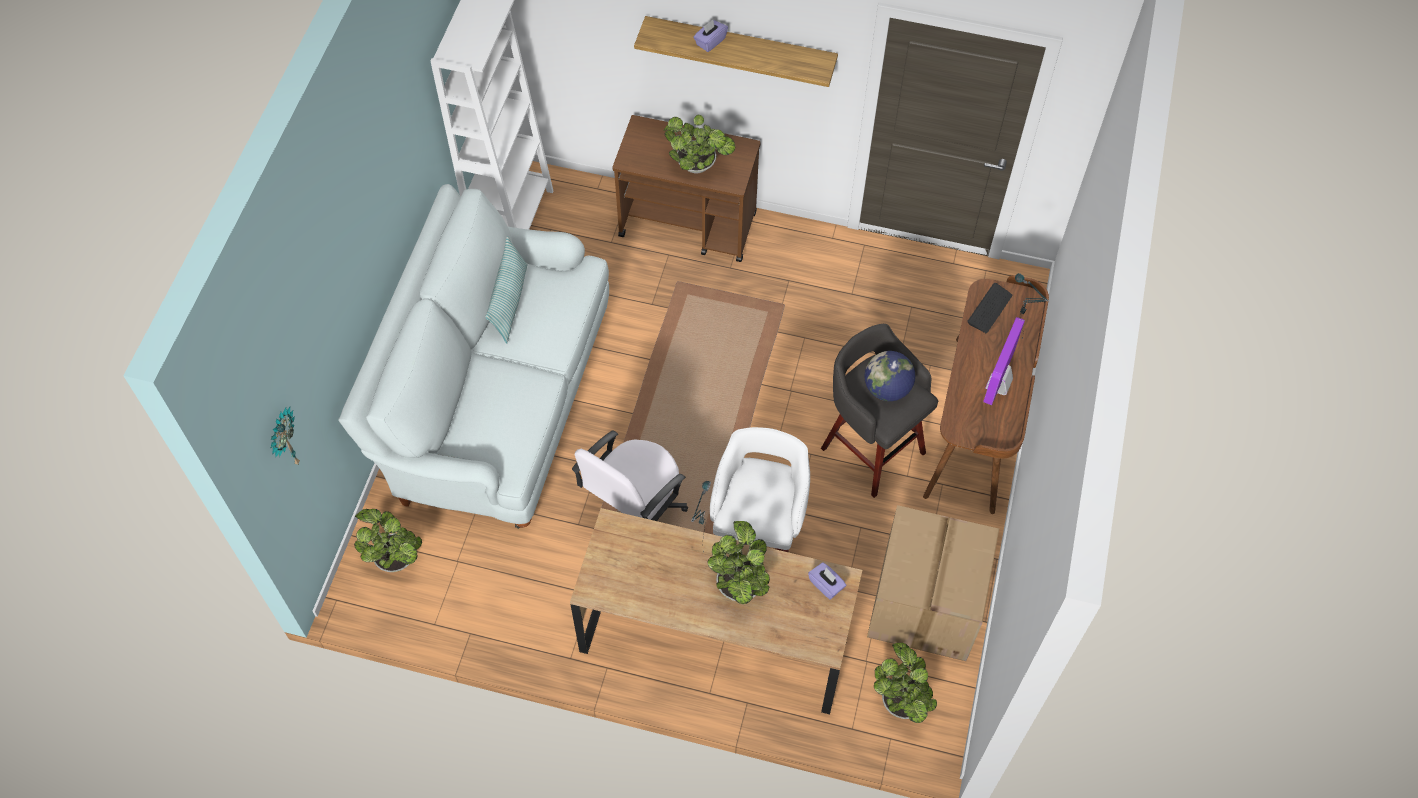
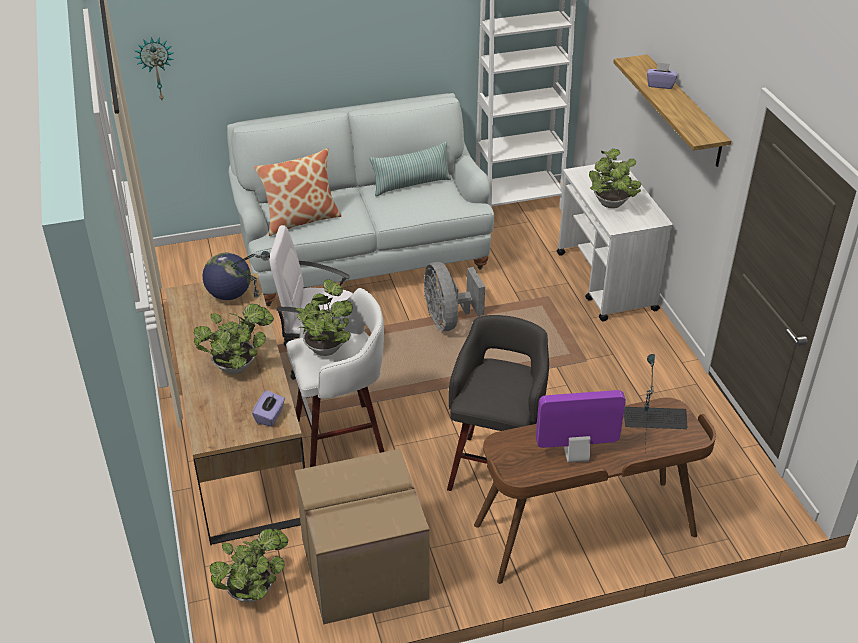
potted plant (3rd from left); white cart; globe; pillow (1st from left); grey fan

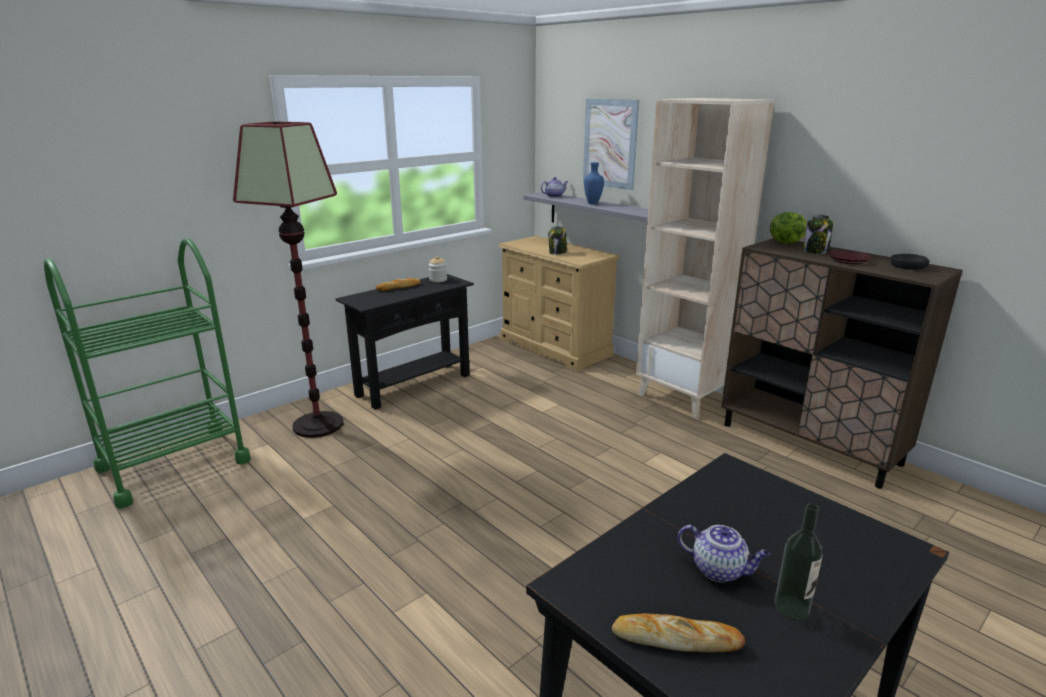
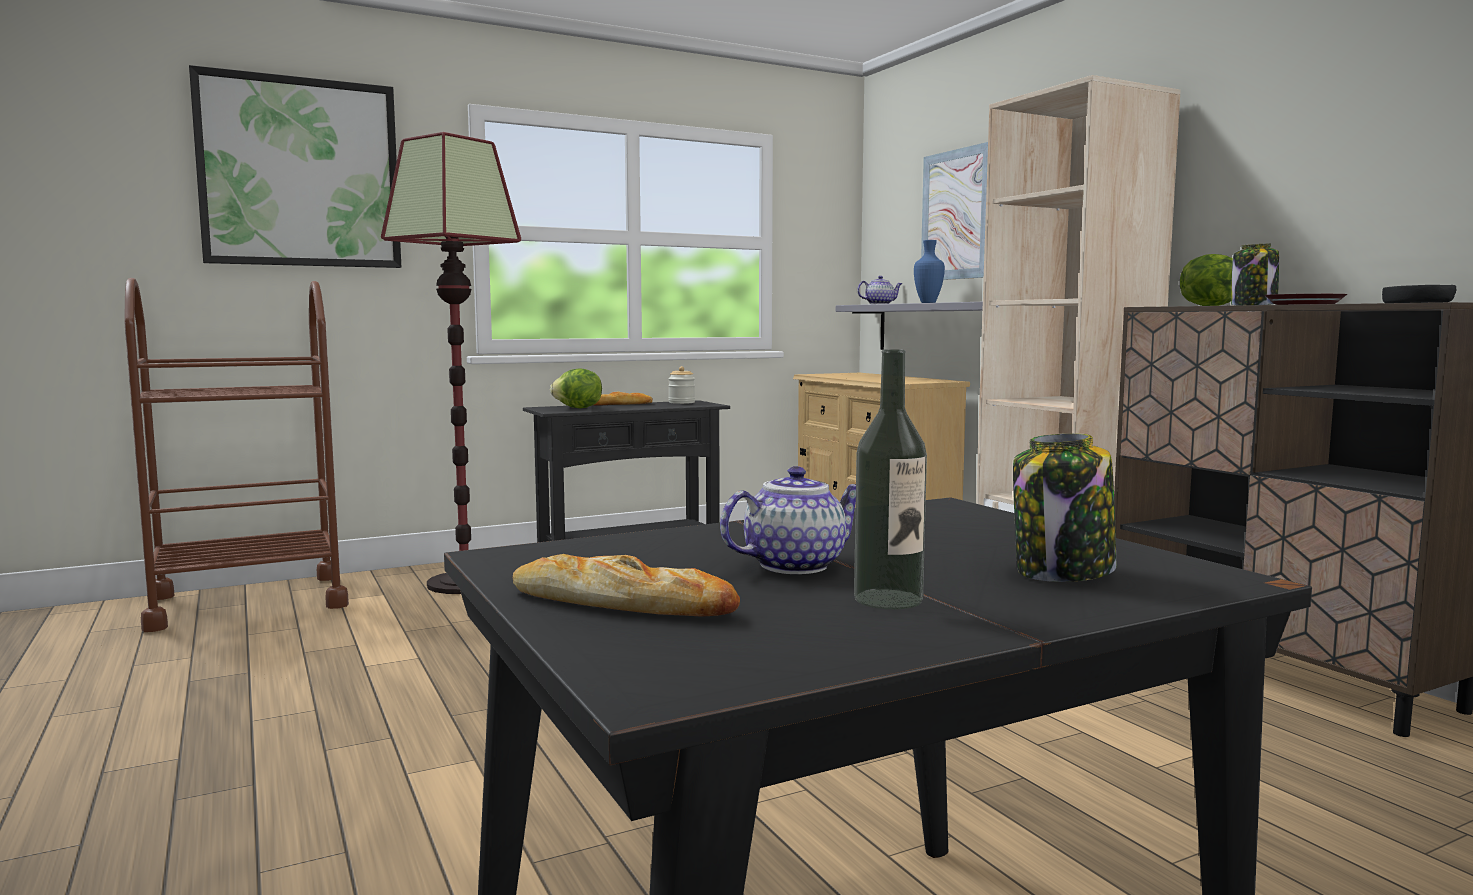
brown cart; jar (2nd from left); teapot (1st from left); picture (1st from left); lettuce (1st from left)

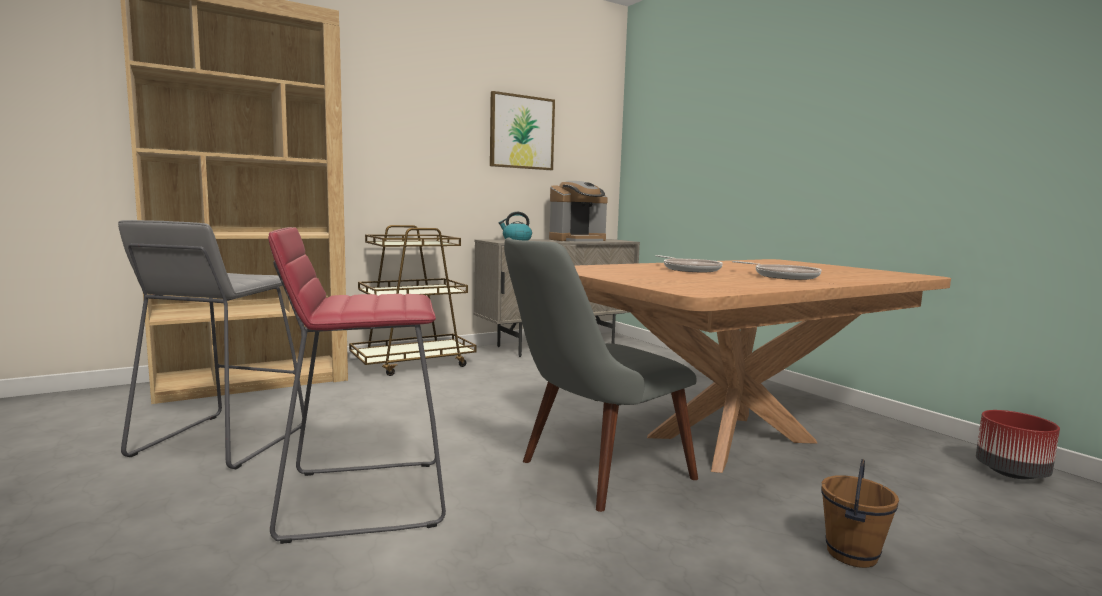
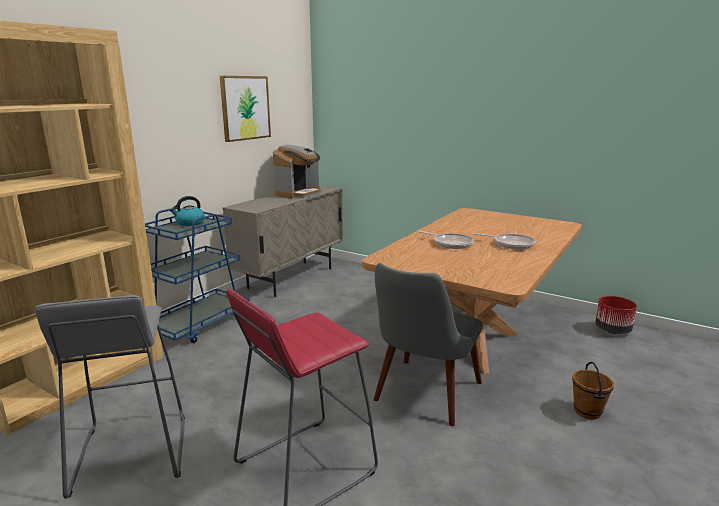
blue cart; kettle

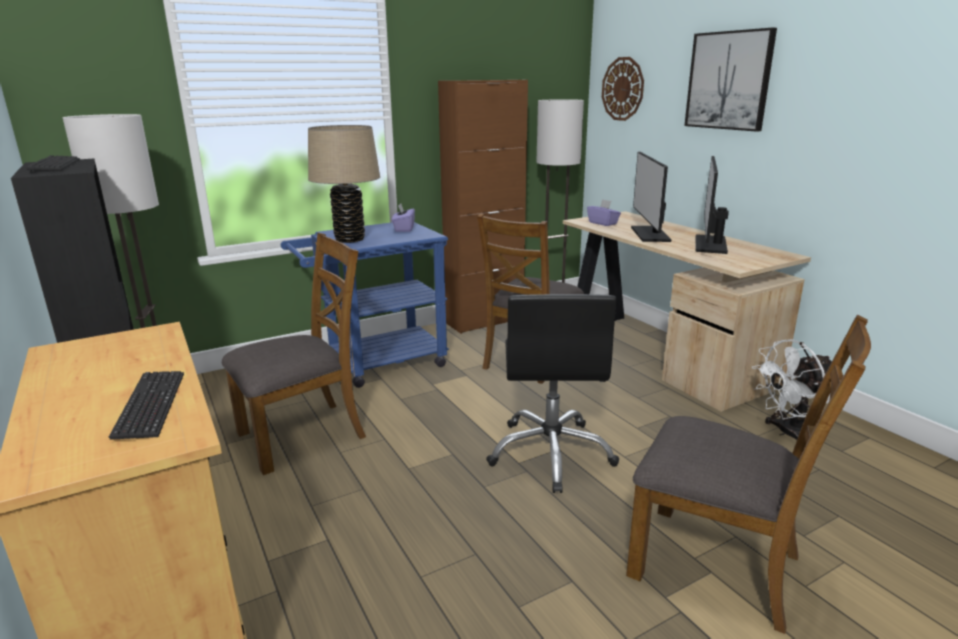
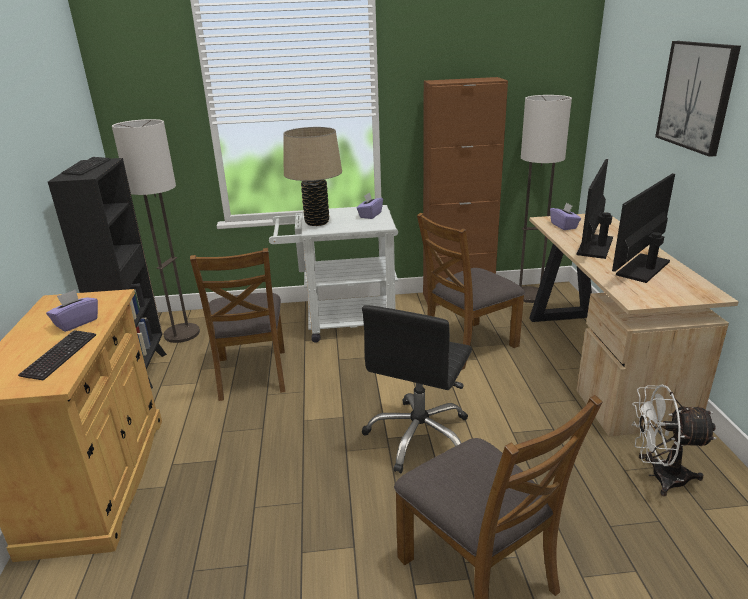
brown chair (1st from left); white cart; wall clock; purple tissue box (1st from left)

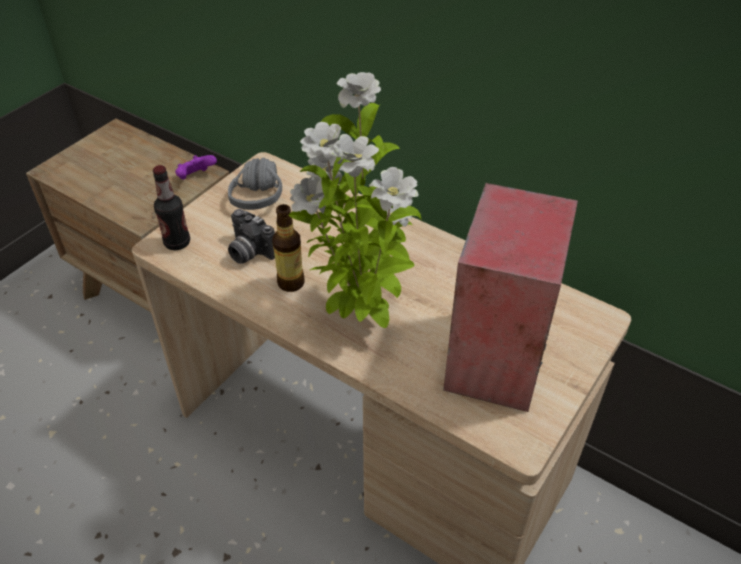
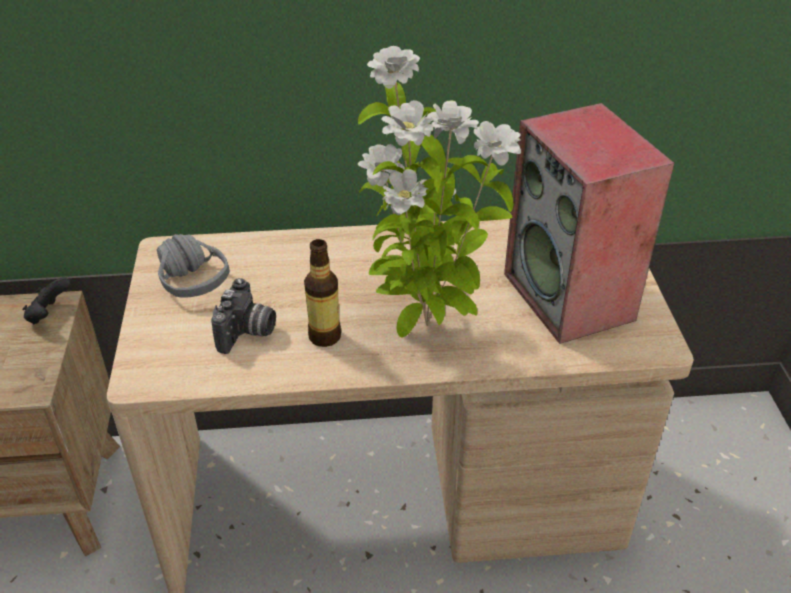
bottle (1st from left in the first image); black game controller; photo camera

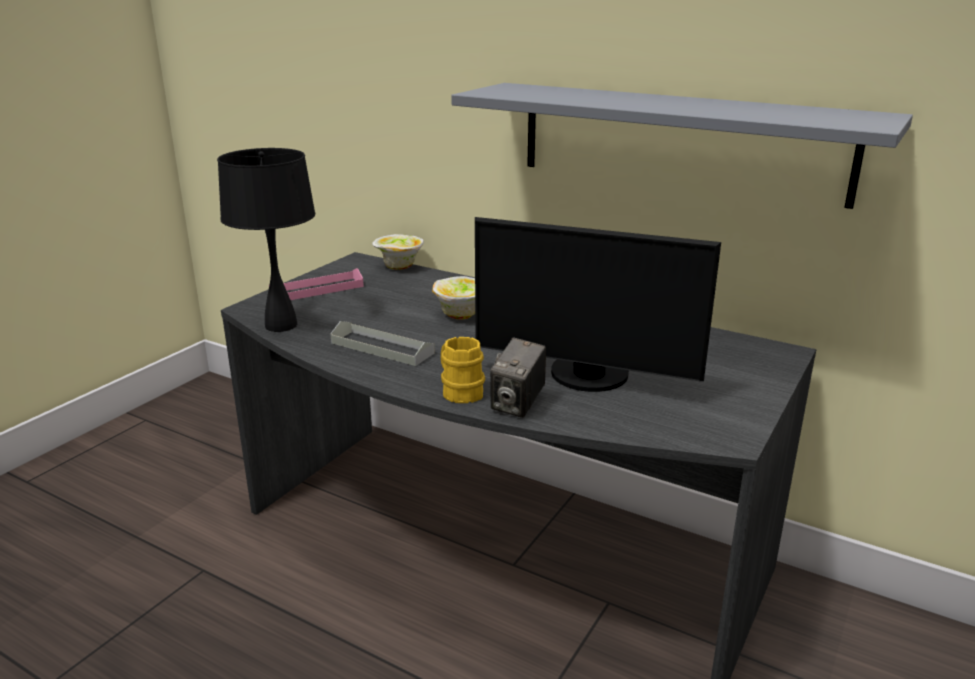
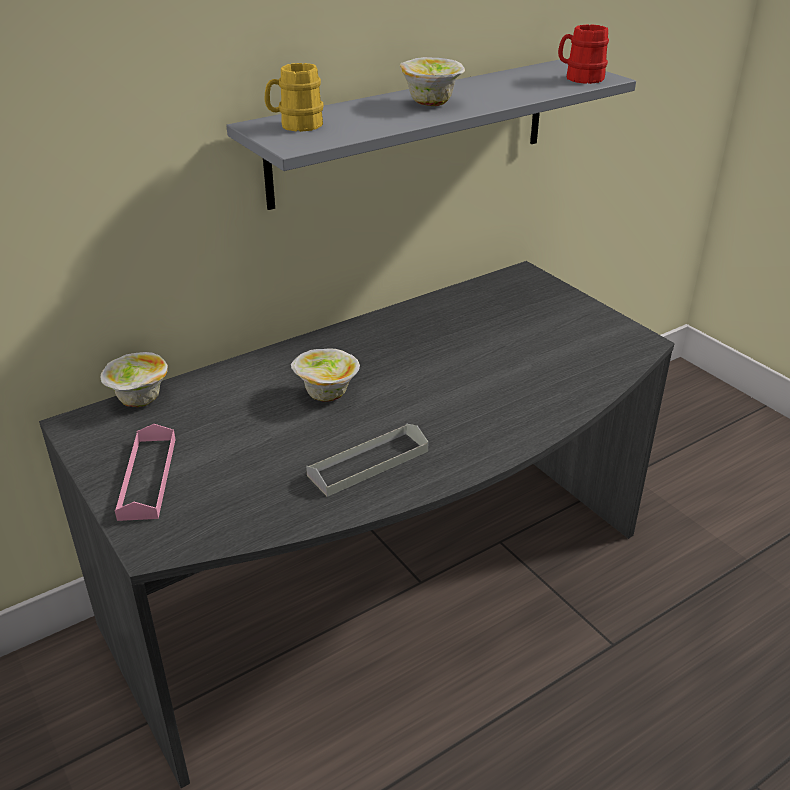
black table lamp; yellow mug; monitor; photo camera; bowl (3rd from left); red mug

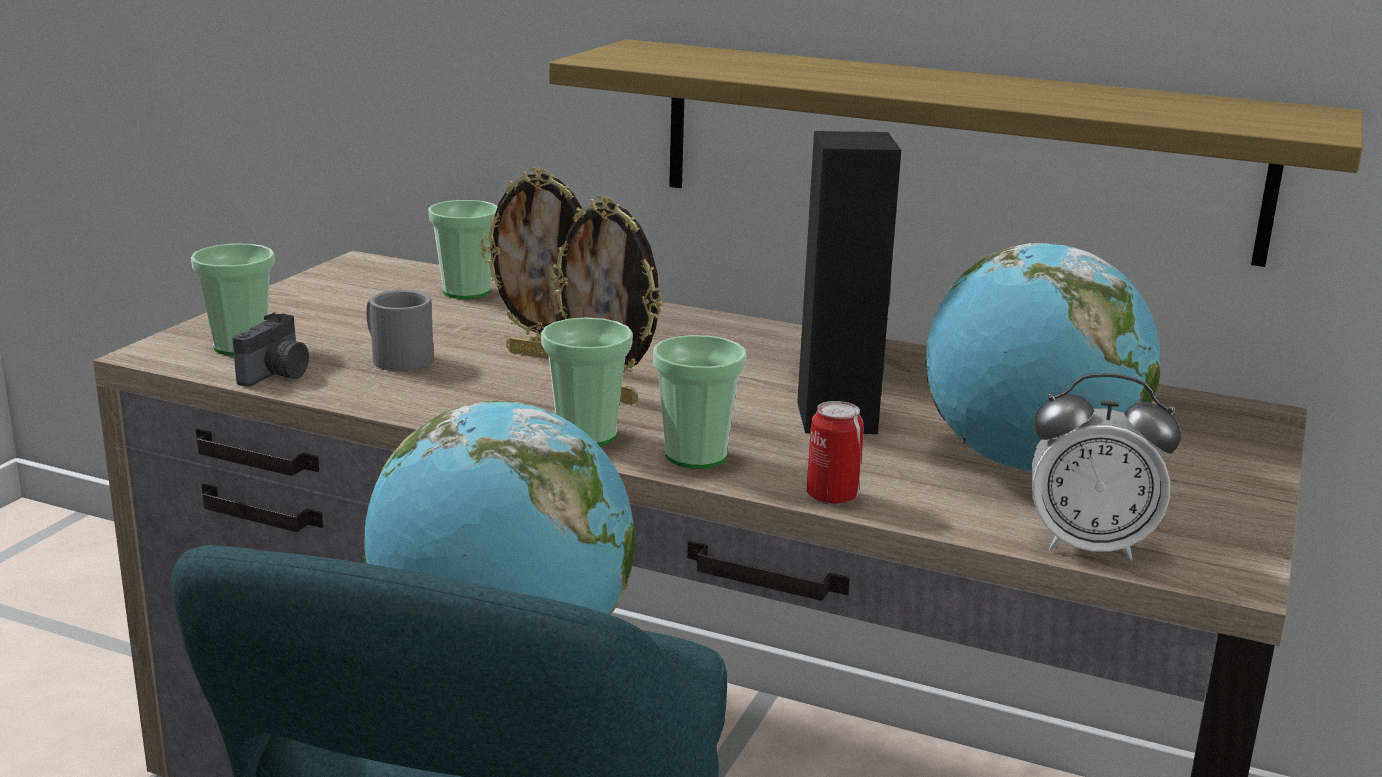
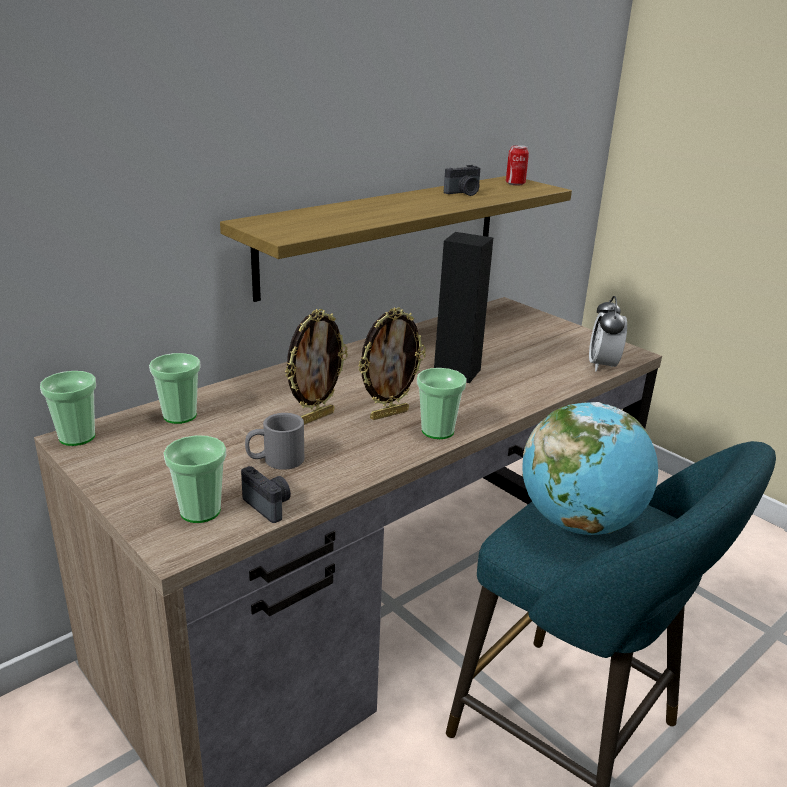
cup (1st from left); can; globe (2nd from left in the first image); alarm clock; photo camera (2nd from left)

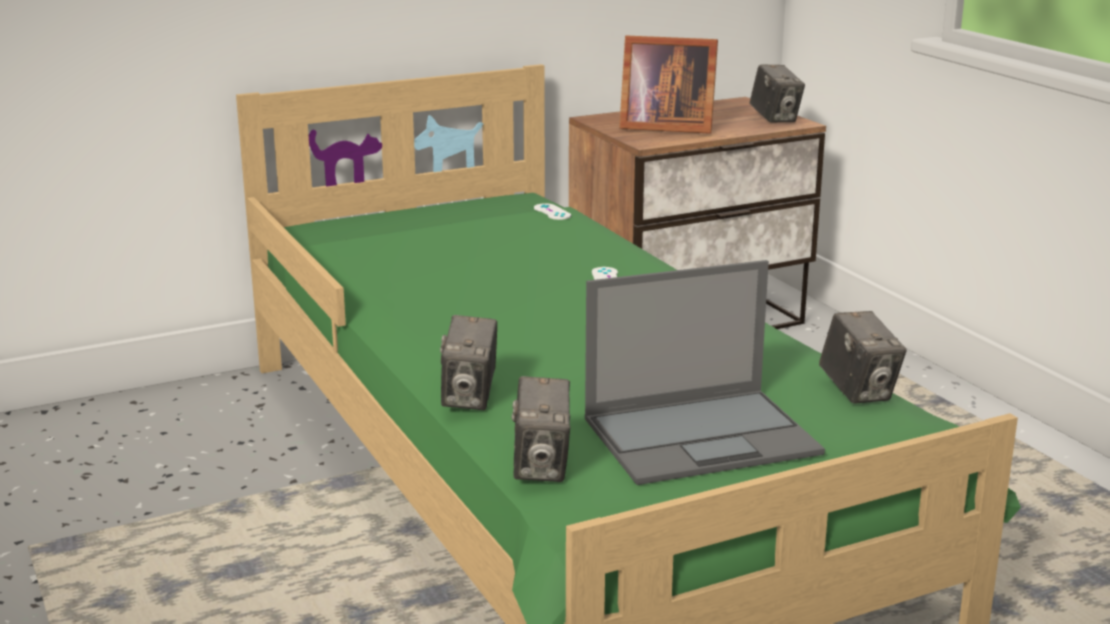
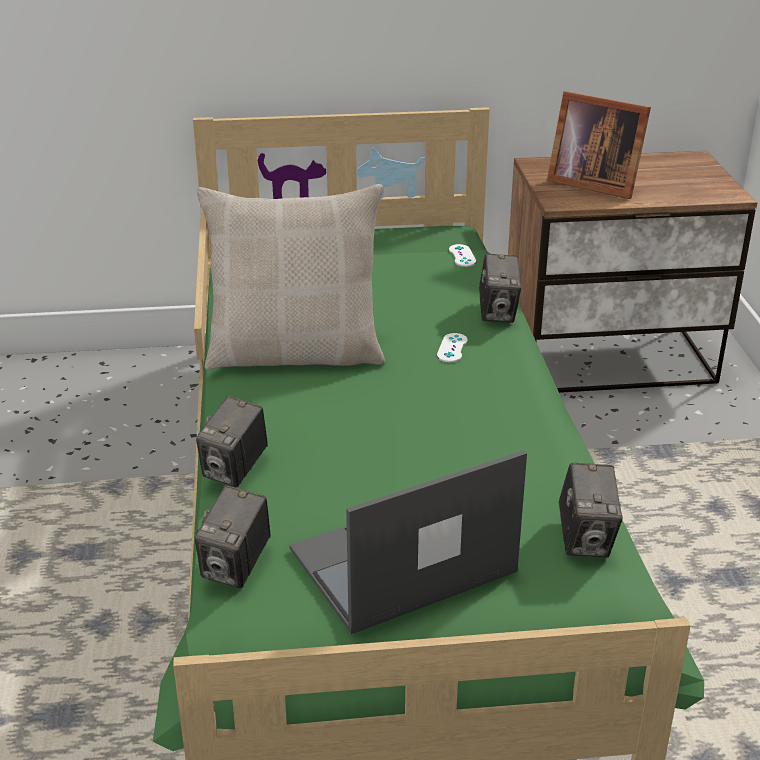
laptop; photo camera (3rd from left); beige pillow

